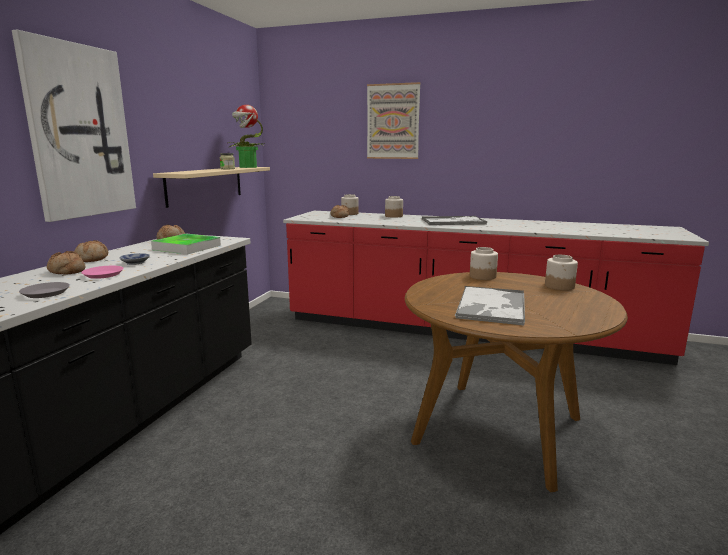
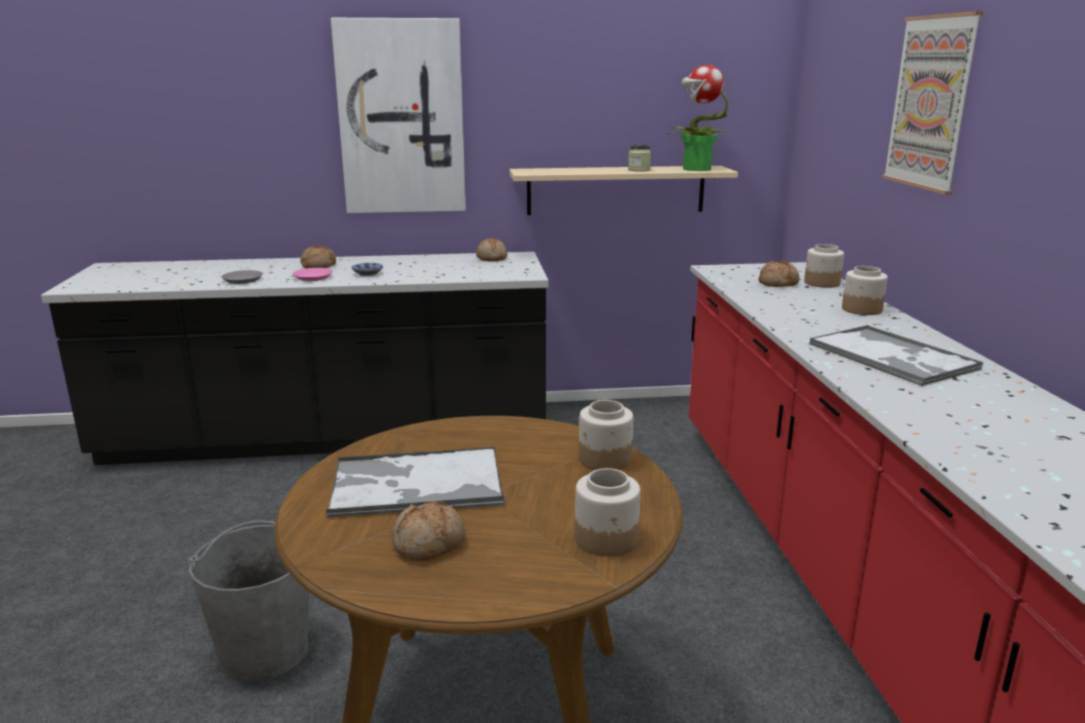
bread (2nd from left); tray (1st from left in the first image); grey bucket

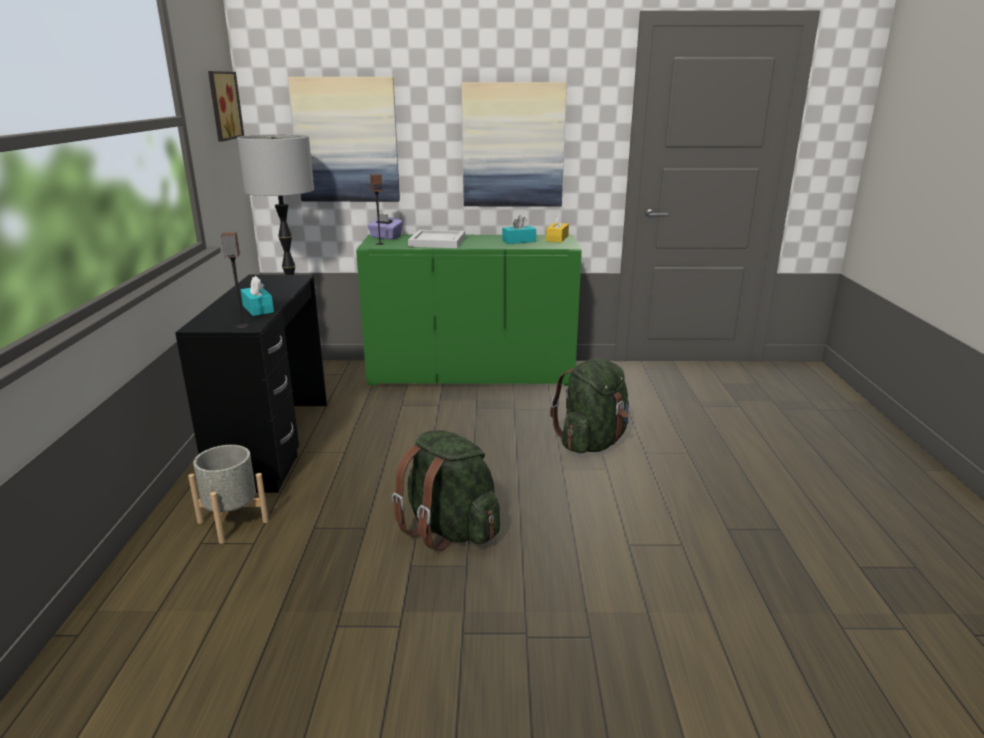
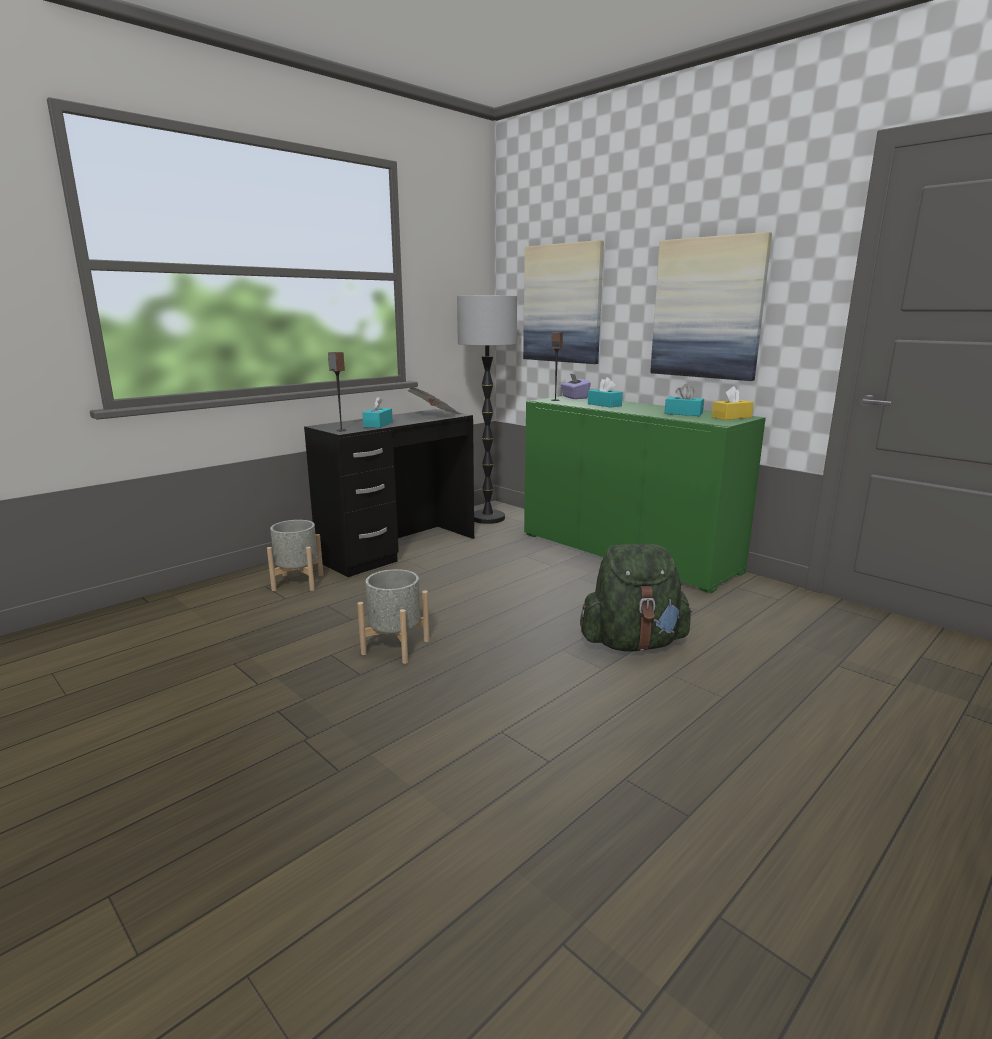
picture (1st from left in the first image); grey planter (2nd from left); turquoise tissue box (2nd from left); newspaper

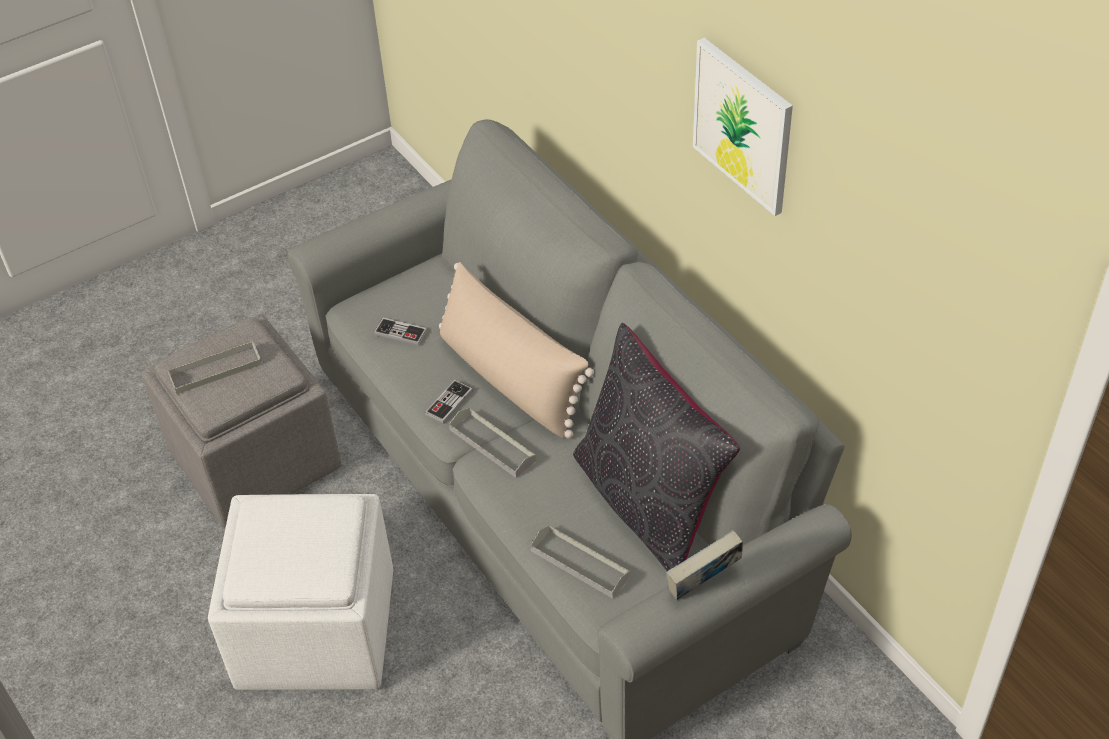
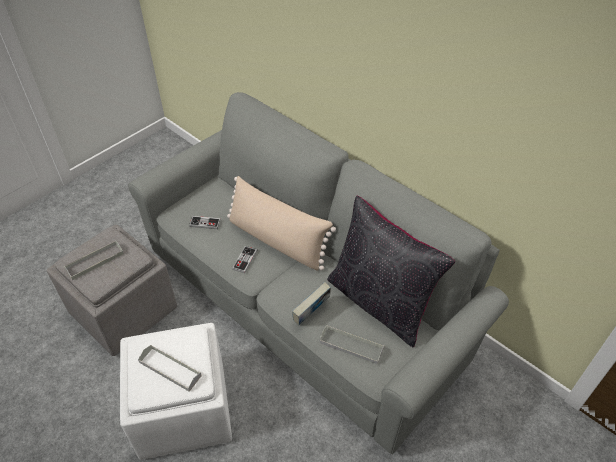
grey tray (2nd from left); book; picture

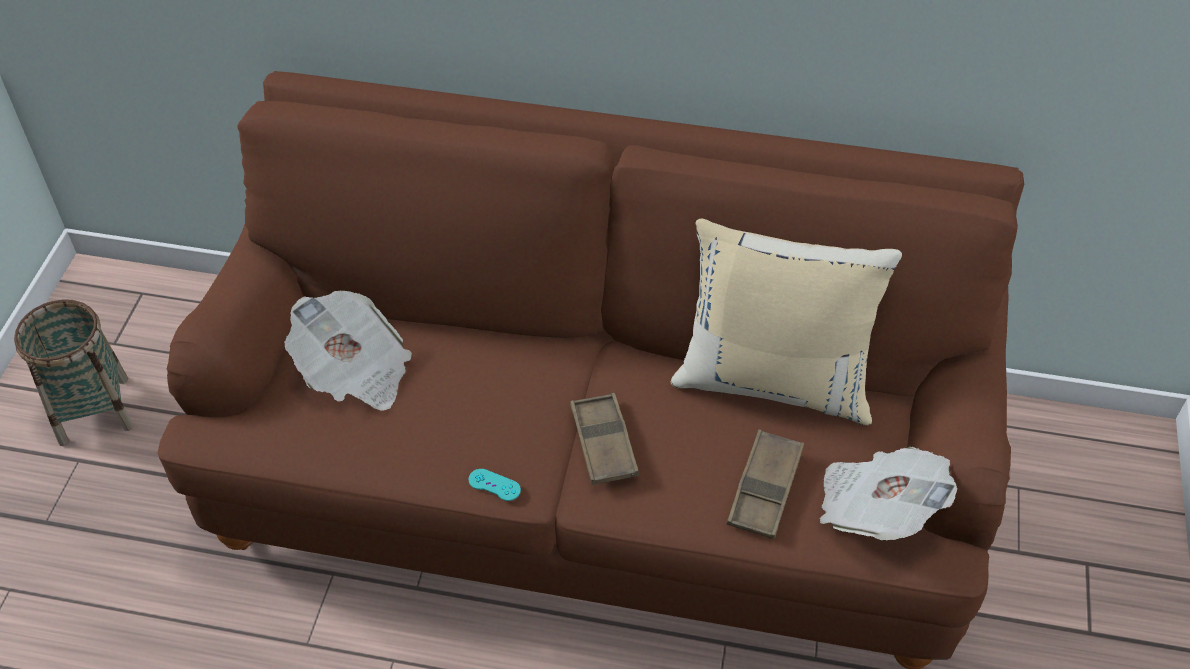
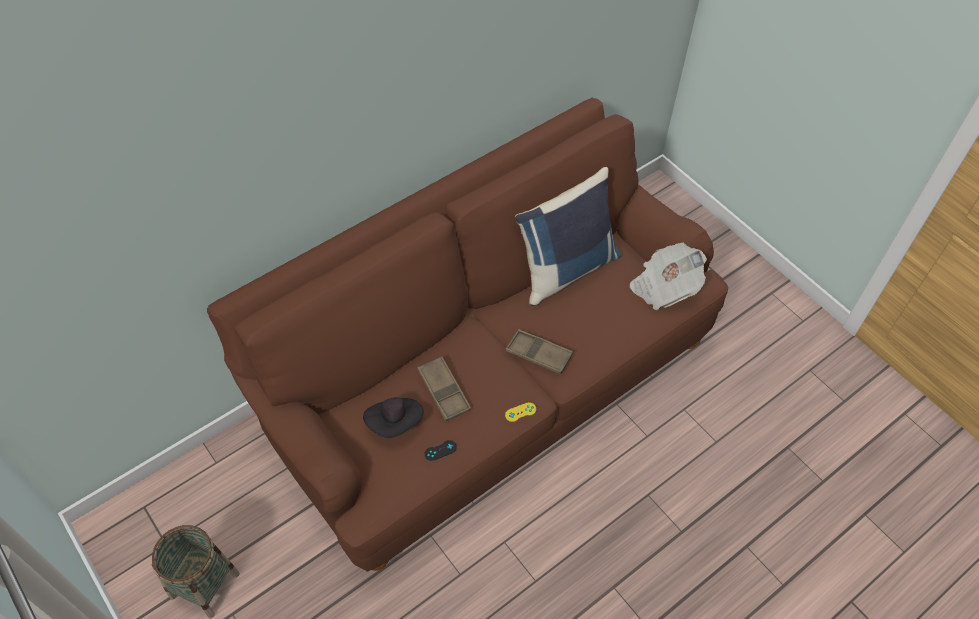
black hat; yellow game controller; blue pillow; brown tray (1st from left); black game controller

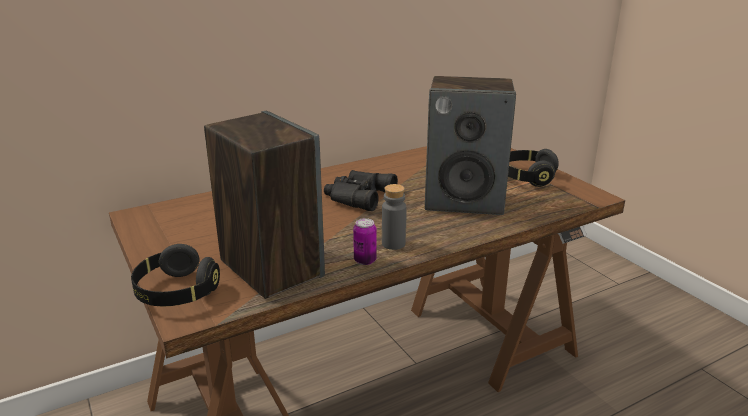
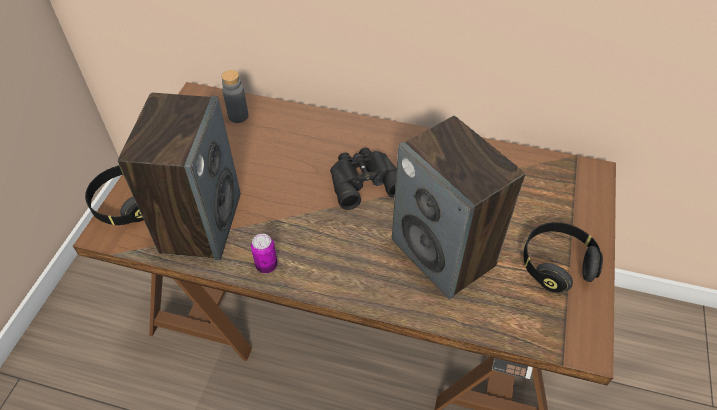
grey bottle

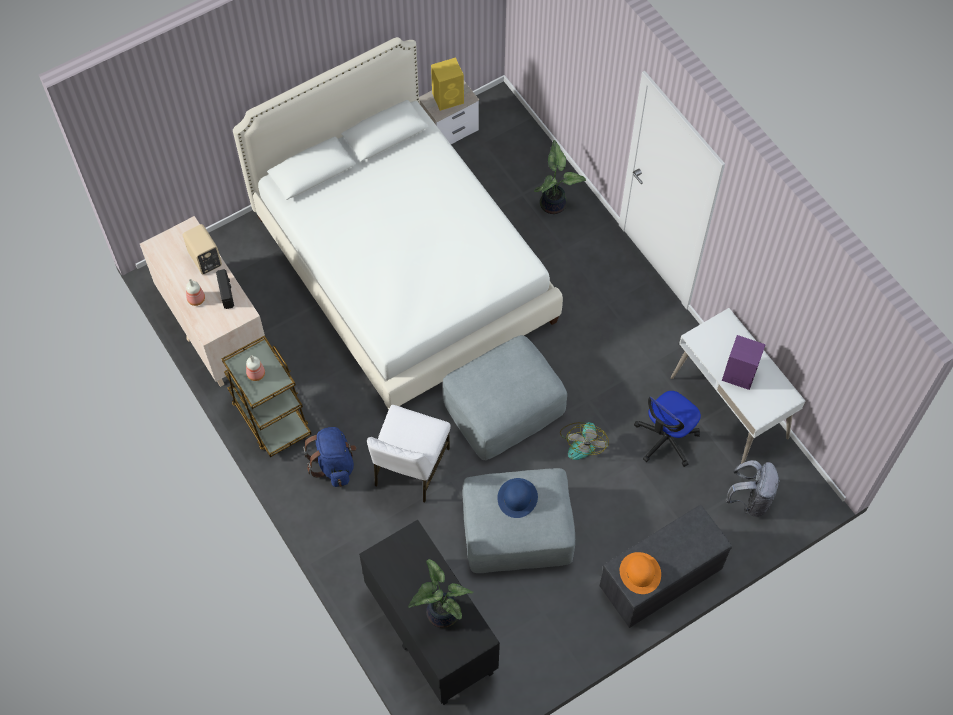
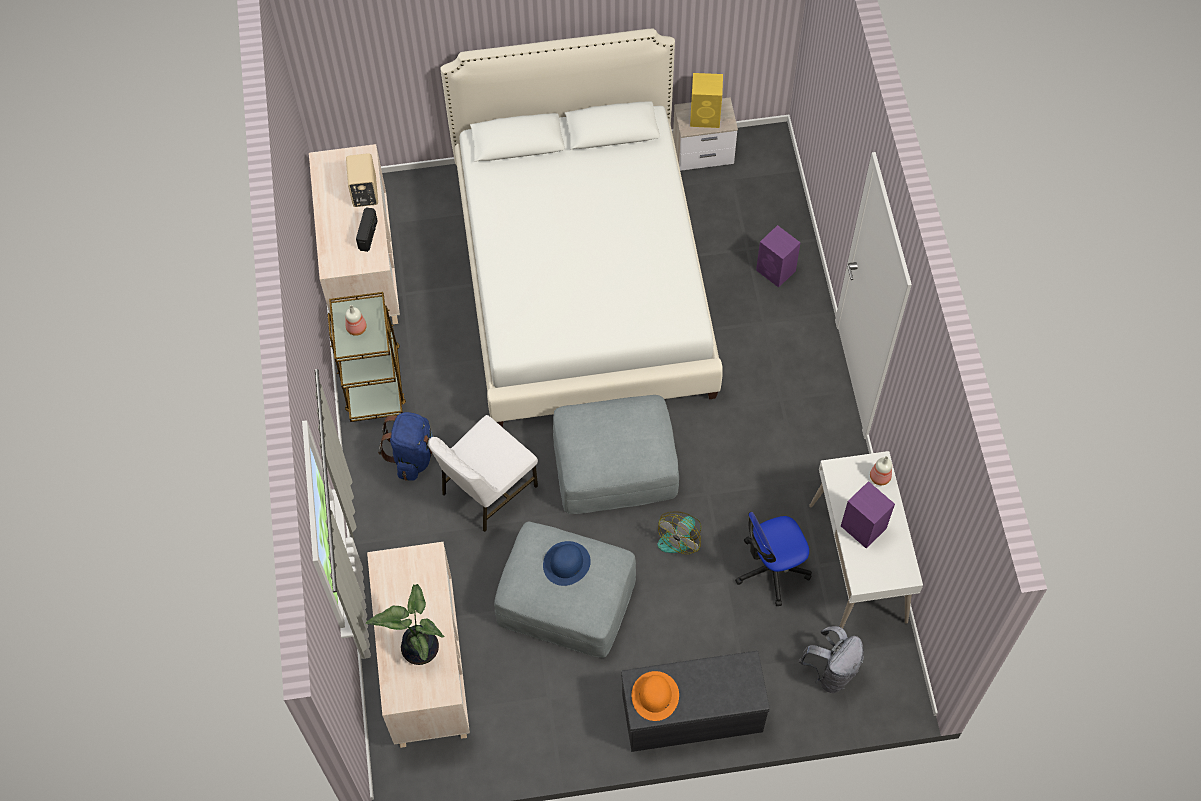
bottle (2nd from left); beige dresser (2nd from left); purple speaker (1st from left)

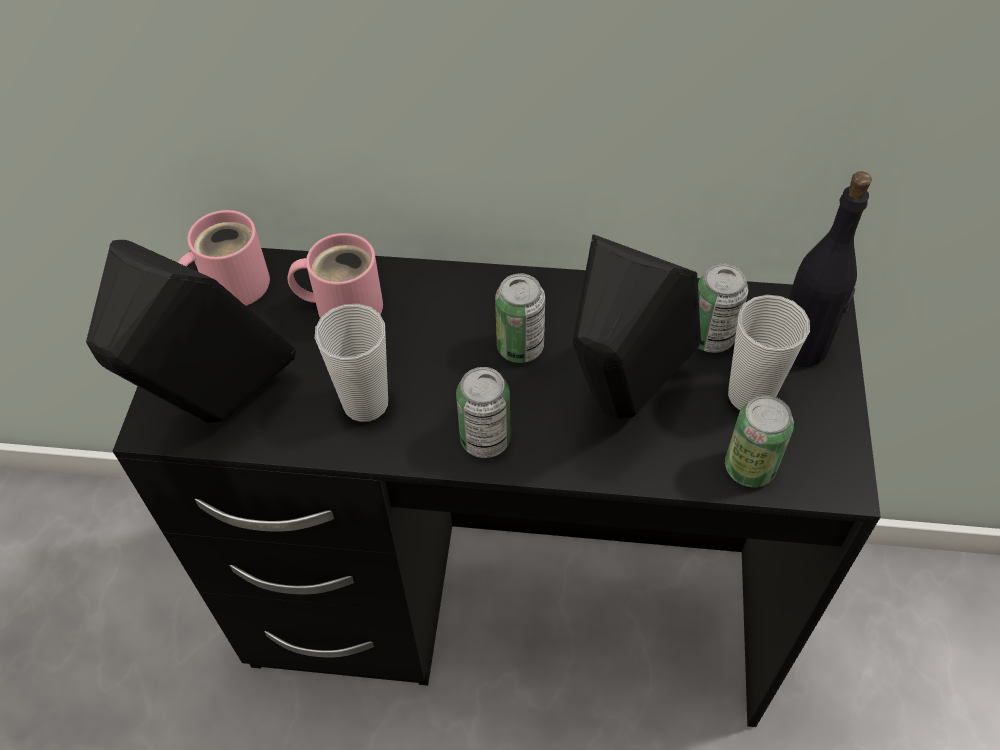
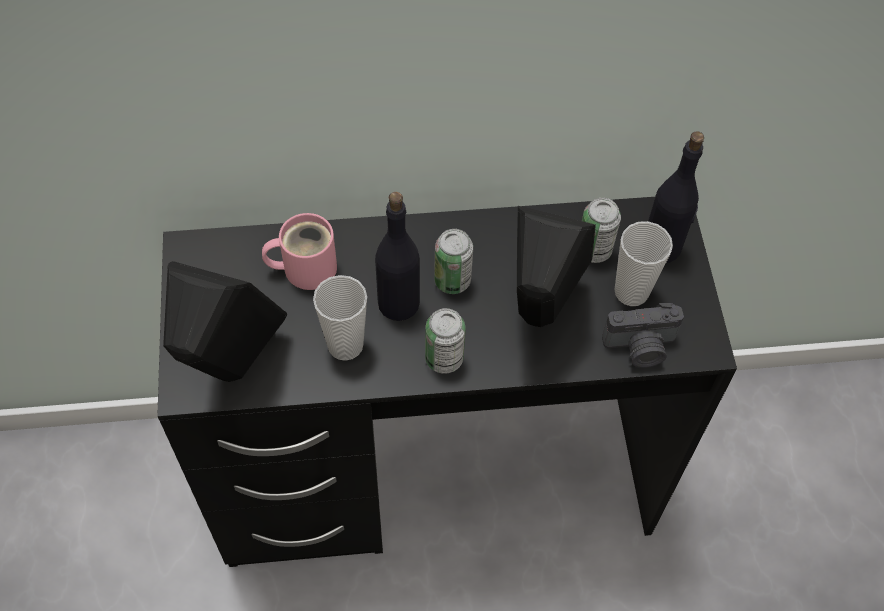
pink mug (1st from left in the first image); photo camera; black bottle (1st from left)

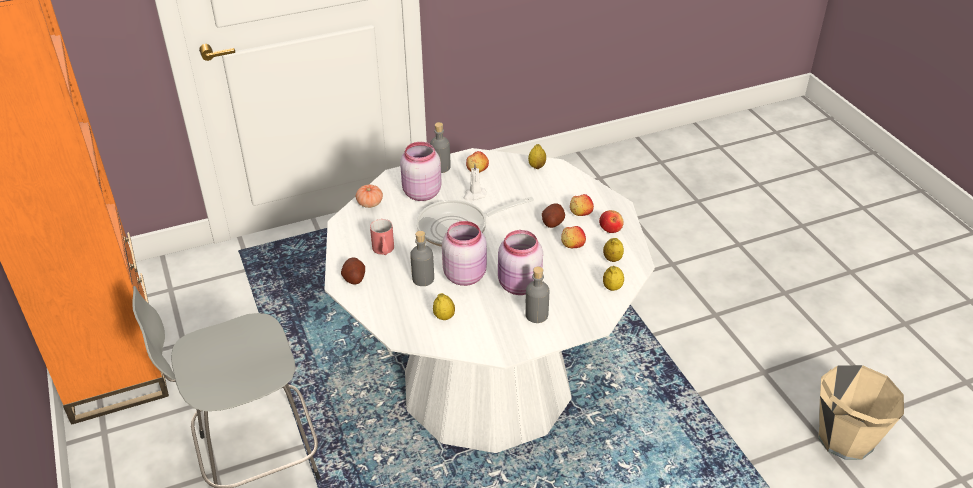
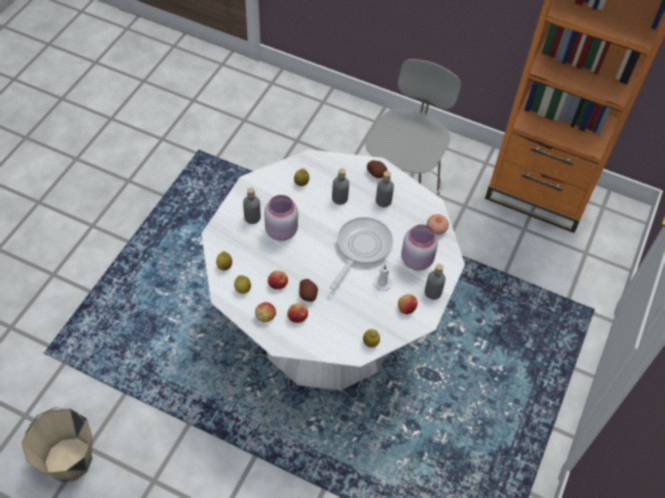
grey bottle (3rd from left); pink jar (2nd from left in the first image)

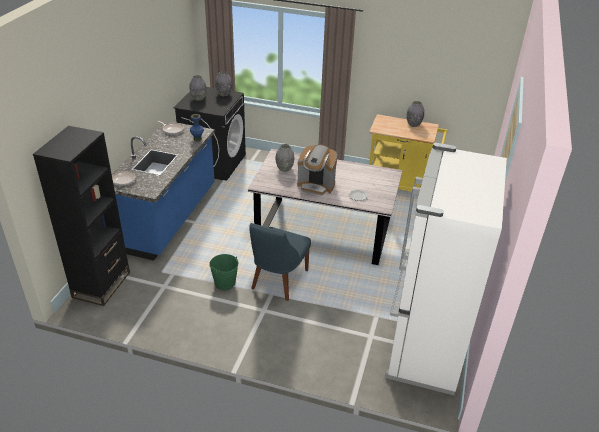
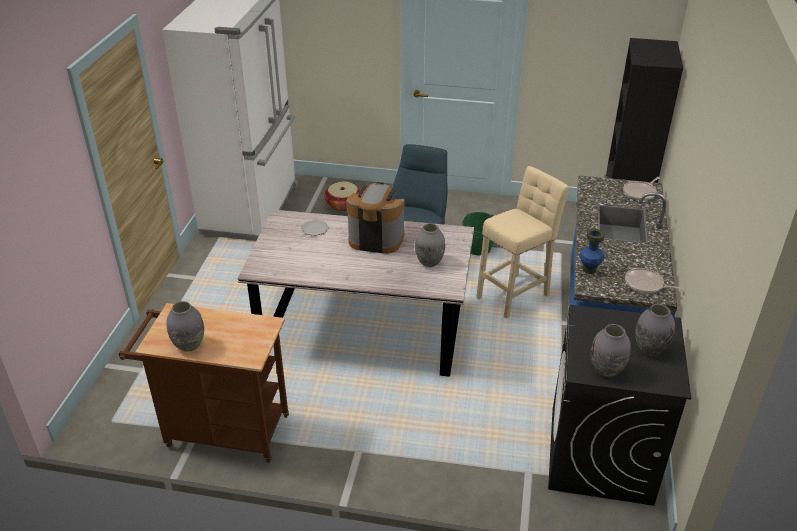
brown cart; basket; beige stool

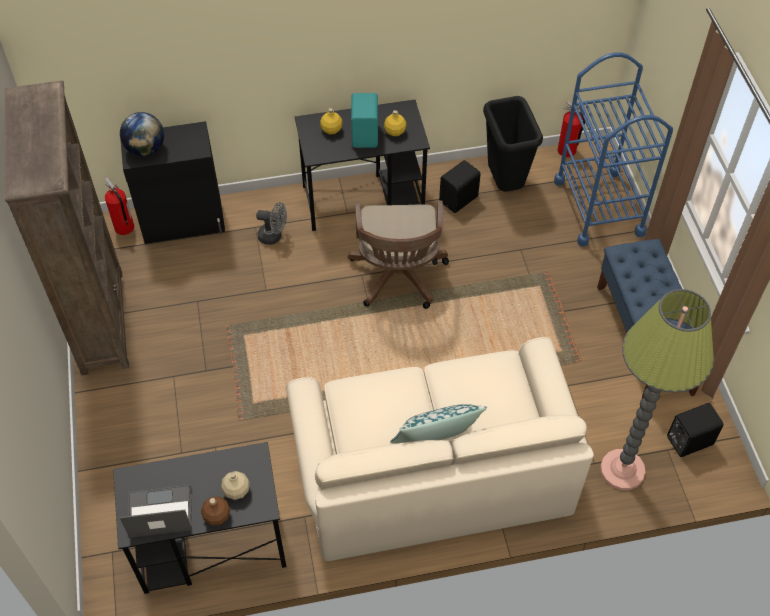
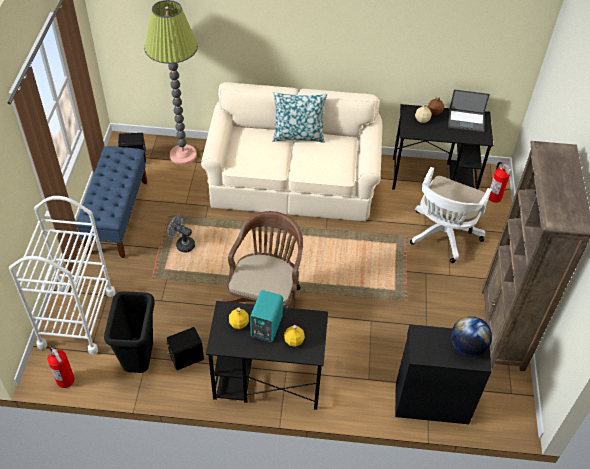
fire extinguisher (2nd from left); grey fan; white cart; white office chair

